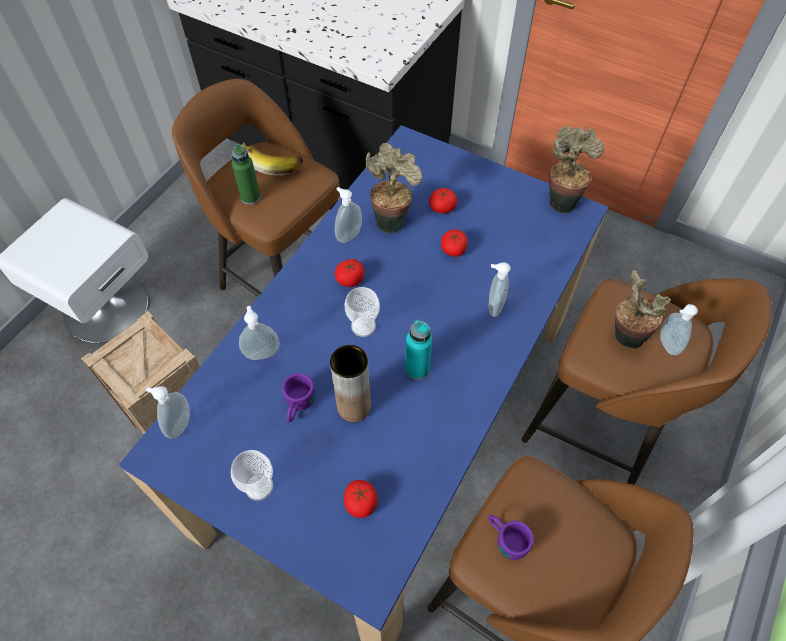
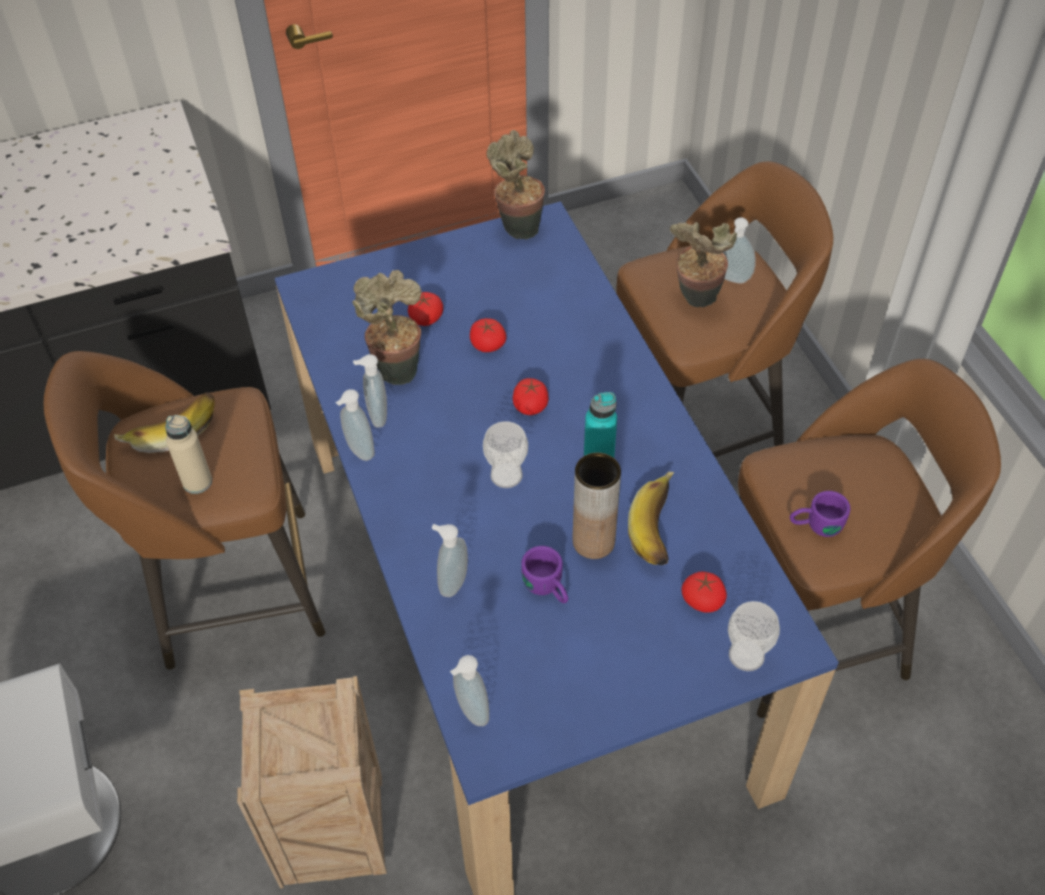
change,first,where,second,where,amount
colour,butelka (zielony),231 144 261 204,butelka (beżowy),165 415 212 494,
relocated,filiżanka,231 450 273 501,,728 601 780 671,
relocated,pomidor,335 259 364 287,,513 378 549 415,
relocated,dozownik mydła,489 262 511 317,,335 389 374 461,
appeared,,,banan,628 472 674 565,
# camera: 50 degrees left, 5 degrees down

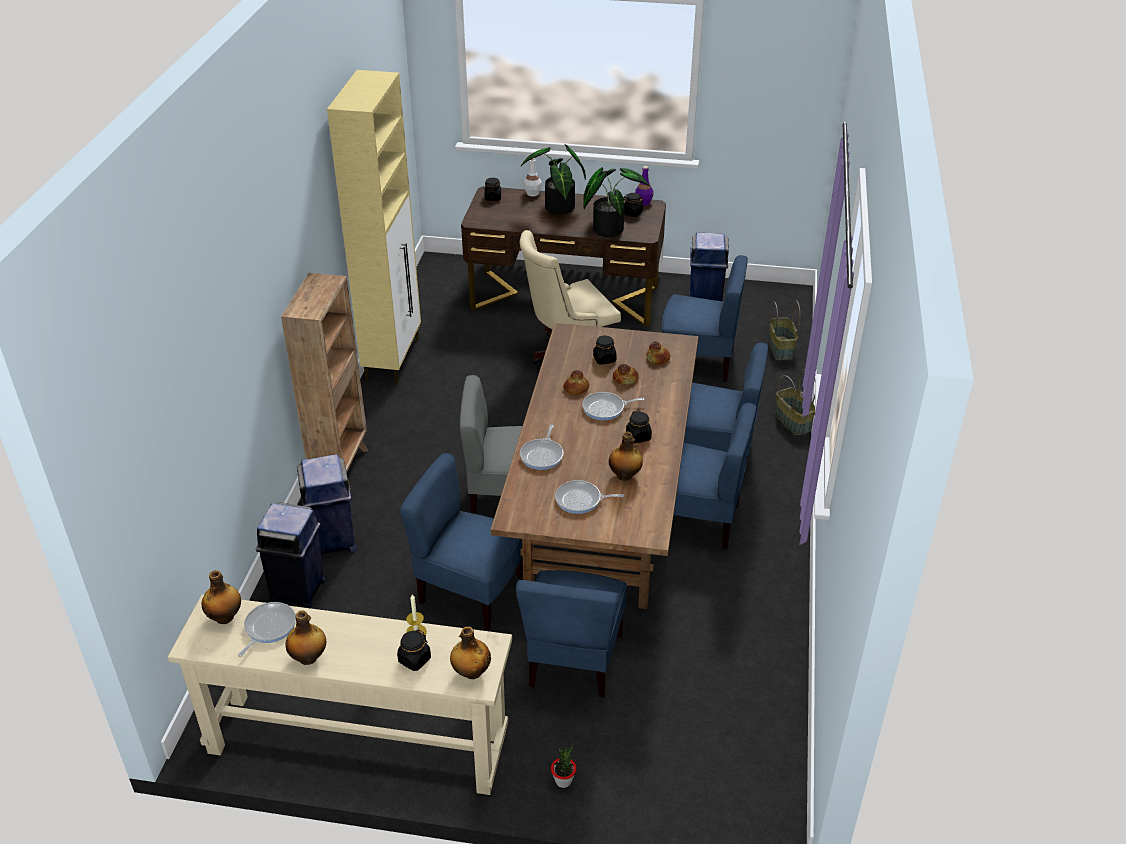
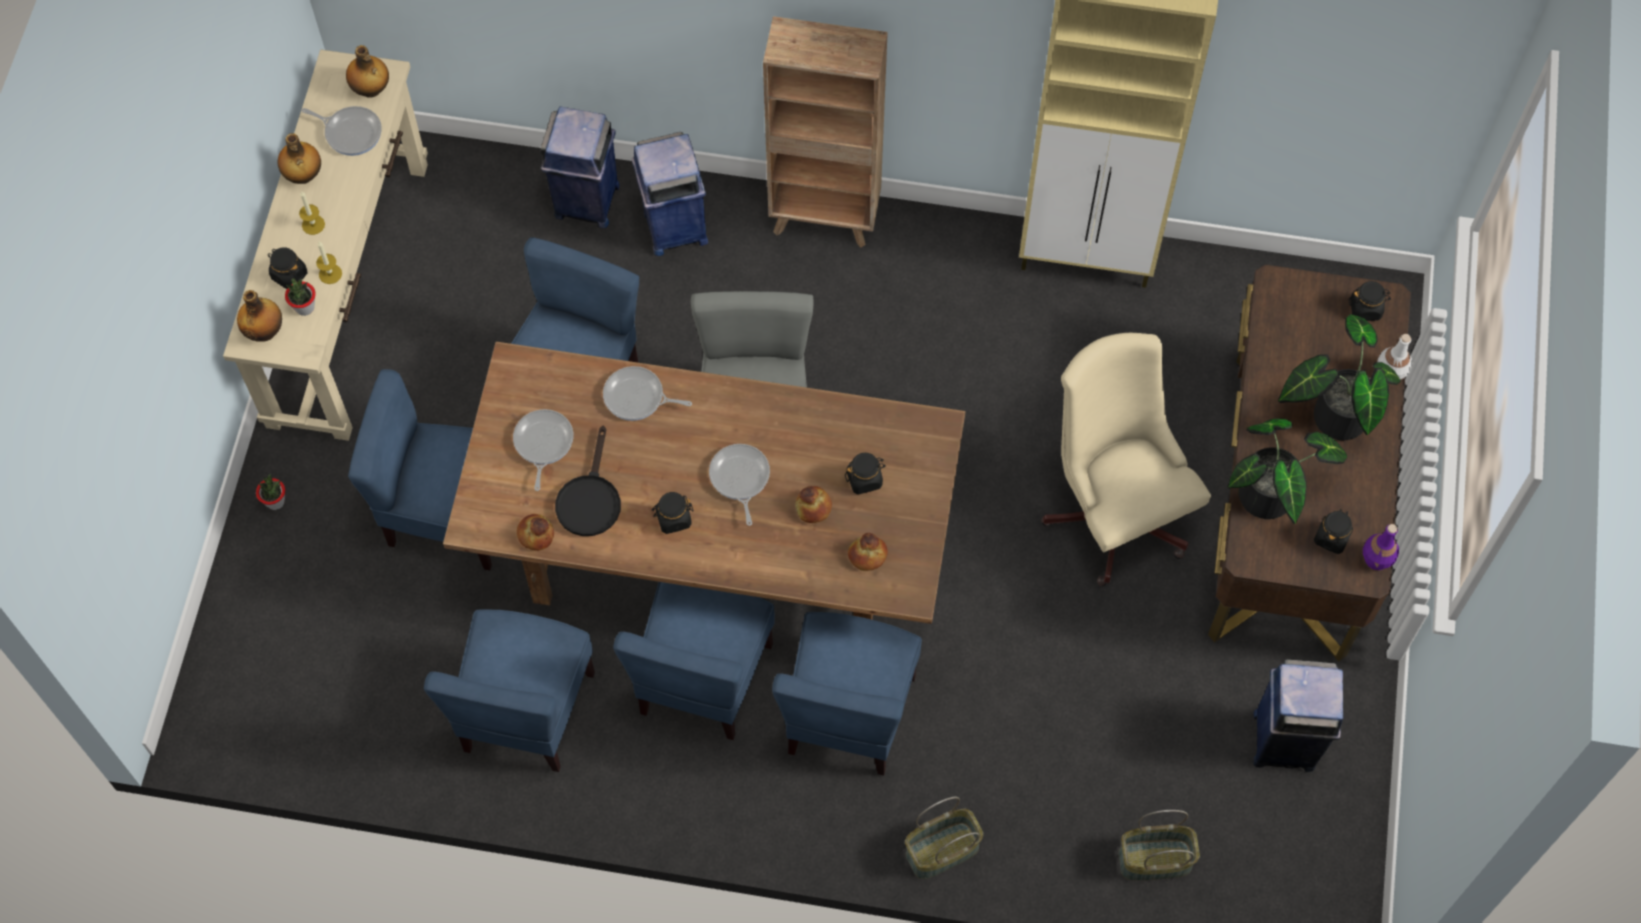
change,first,where,second,where,amount
relocated,chleb,563 370 589 395,,517 514 554 551,
exchanged,butelka,609 432 643 481,patelnia (czarny),555 426 621 536,
relocated,krzesło (niebieski),662 255 748 382,,424 609 595 772,
appeared,,,roślina doniczkowa,285 278 315 316,
appeared,,,świeca,299 191 325 235,
# camera: 90 degrees right, 25 degrees up

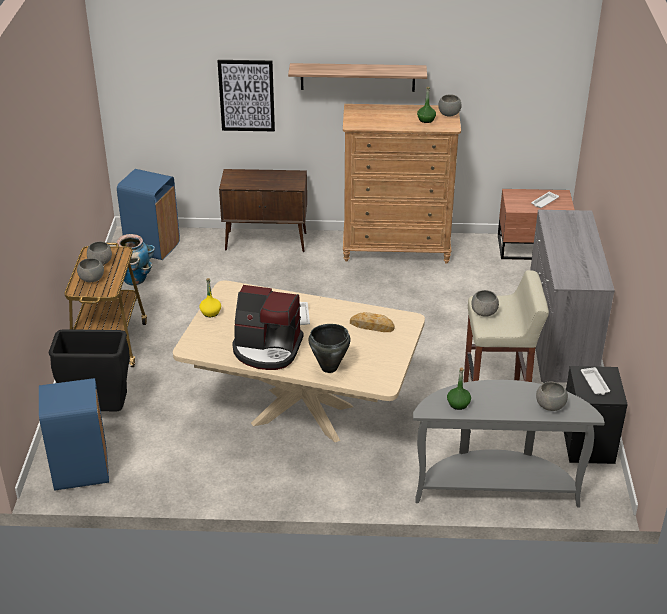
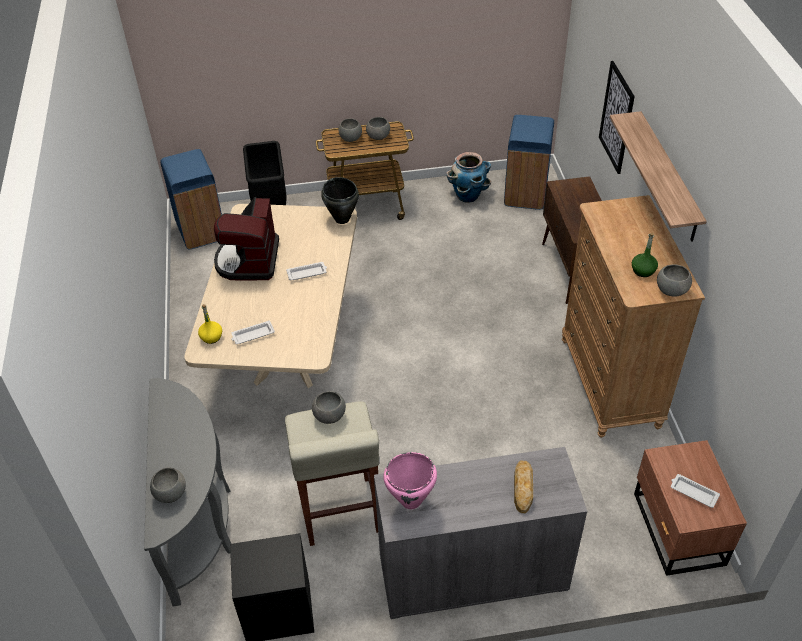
change,first,where,second,where,amount
relocated,butelka (żółty),199 278 221 317,,198 304 222 344,
relocated,garnek (czarny),308 324 351 373,,321 177 359 224,
relocated,chleb,350 312 395 332,,514 461 533 513,
missing,butelka (zielony),447 367 471 410,,,
relocated,taca (biały),581 367 610 395,,231 320 275 344,
appeared,,,garnek (różowy),383 452 437 509,
# camera: 80 degrees right, 10 degrees up

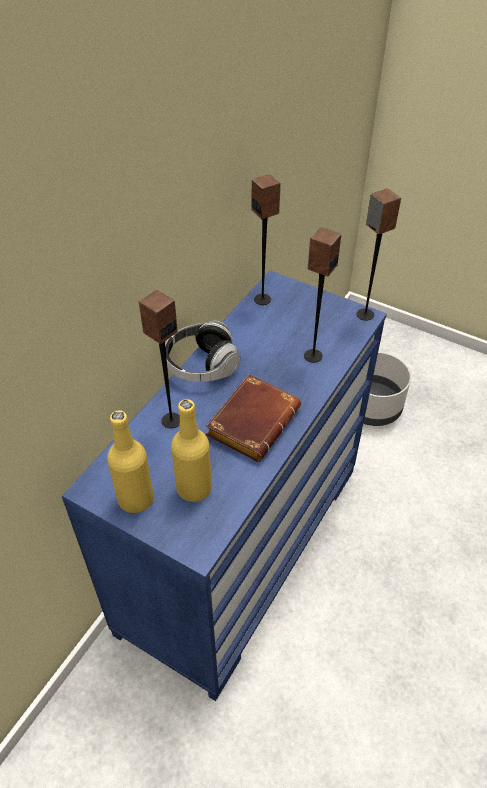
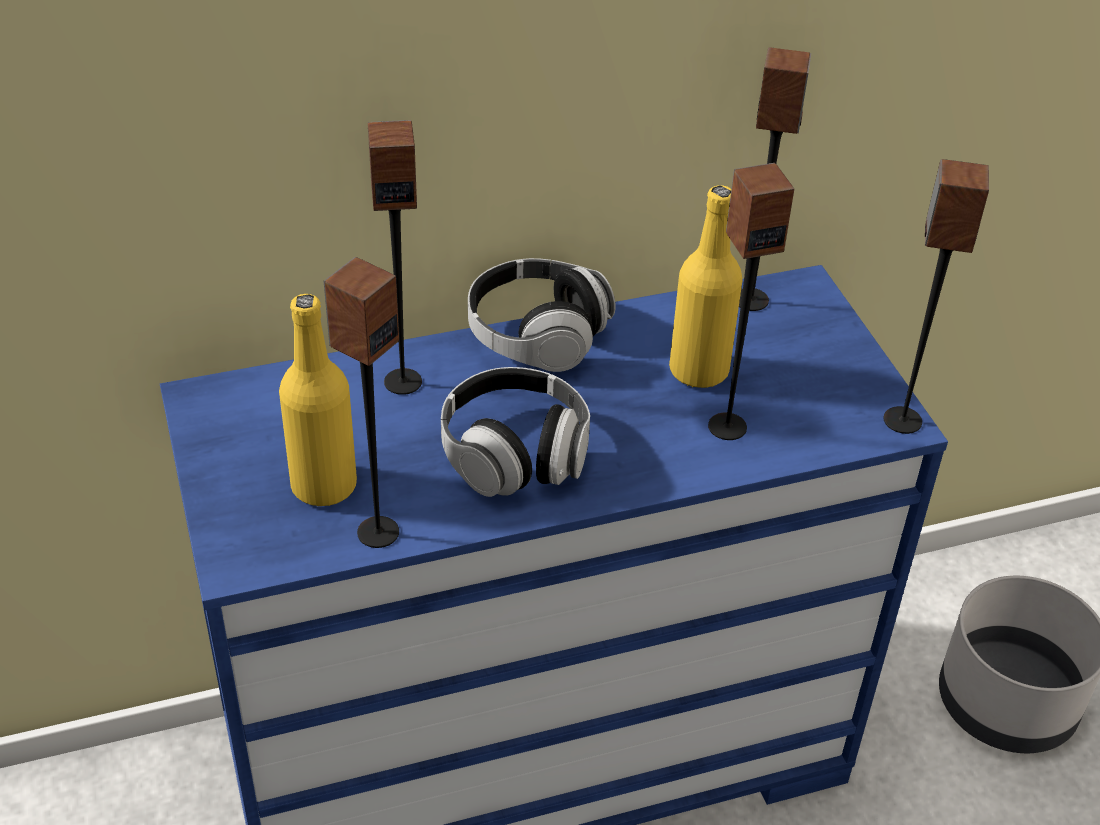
change,first,where,second,where,amount
relocated,butelka (żółty),107 410 154 513,,669 185 743 388,
exchanged,książka (brązowy),206 375 301 462,słuchawki,441 367 590 497,
appeared,,,głośnik,324 257 399 548,
# camera: 40 degrees right, 5 degrees down

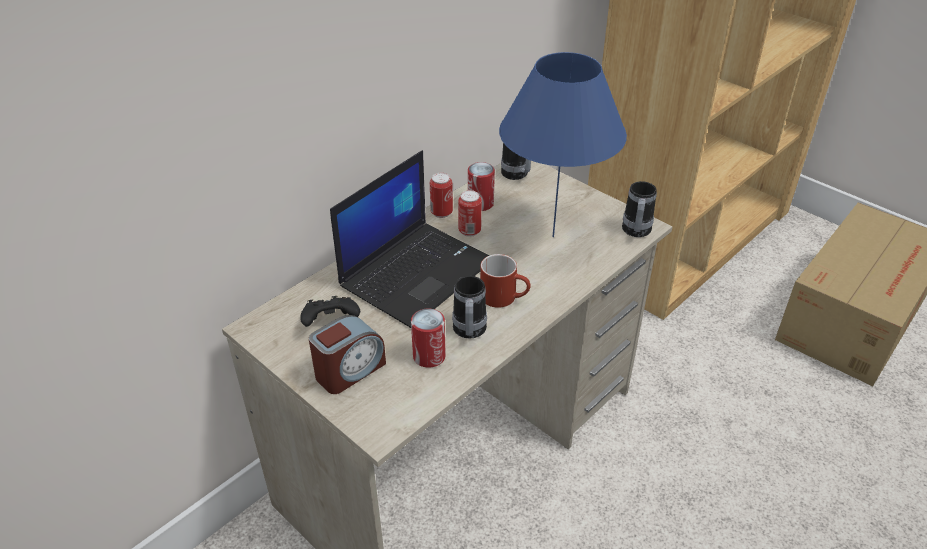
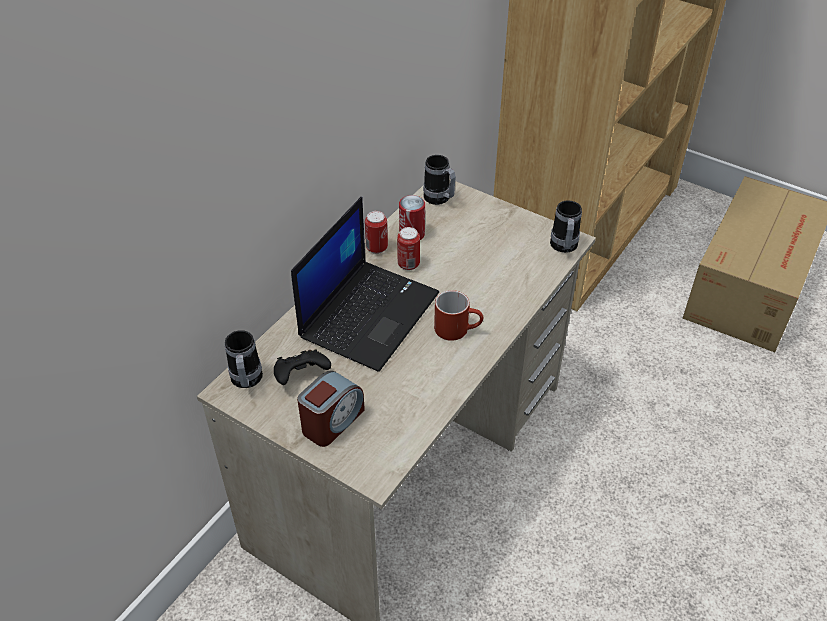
change,first,where,second,where,amount
missing,puszka,411 308 446 368,,,
relocated,kubek,452 276 487 339,,225 330 263 388,
missing,lampa stołowa (niebieski),499 52 627 237,,,
# camera: 10 degrees left, 5 degrees up

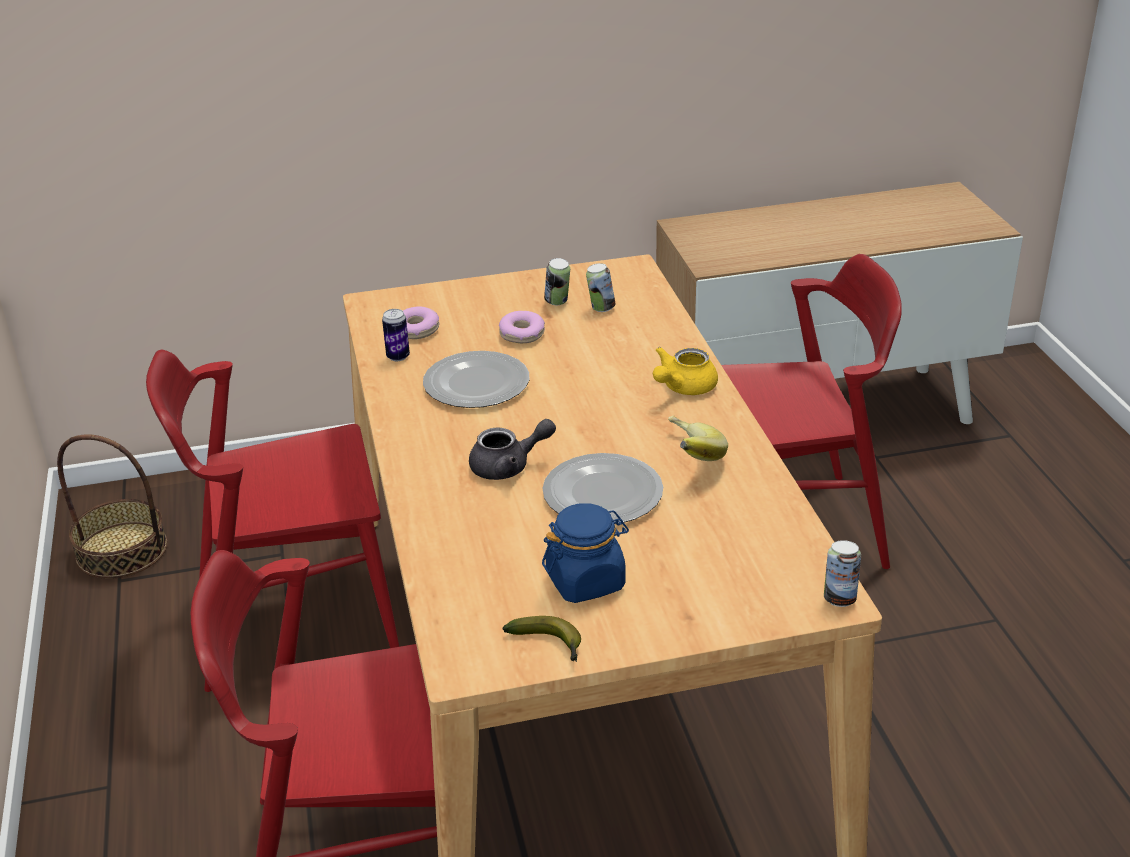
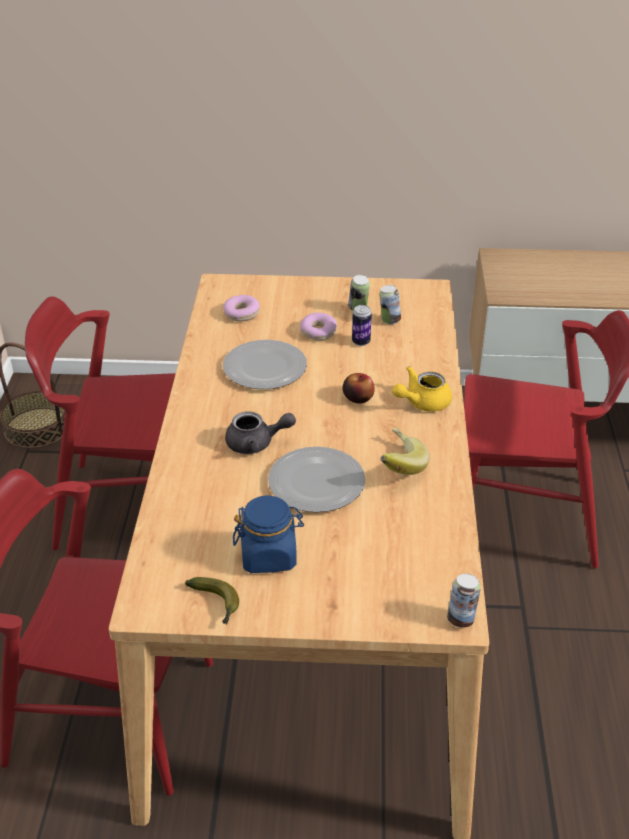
change,first,where,second,where,amount
relocated,puszka,382 309 410 361,,352 305 372 346,
appeared,,,jabłko,343 373 375 404,
# camera: 15 degrees right, 5 degrees up

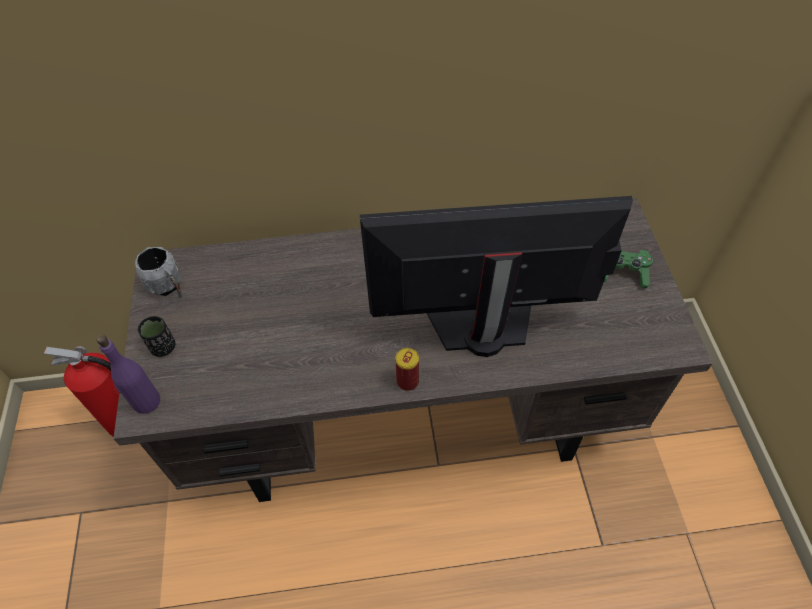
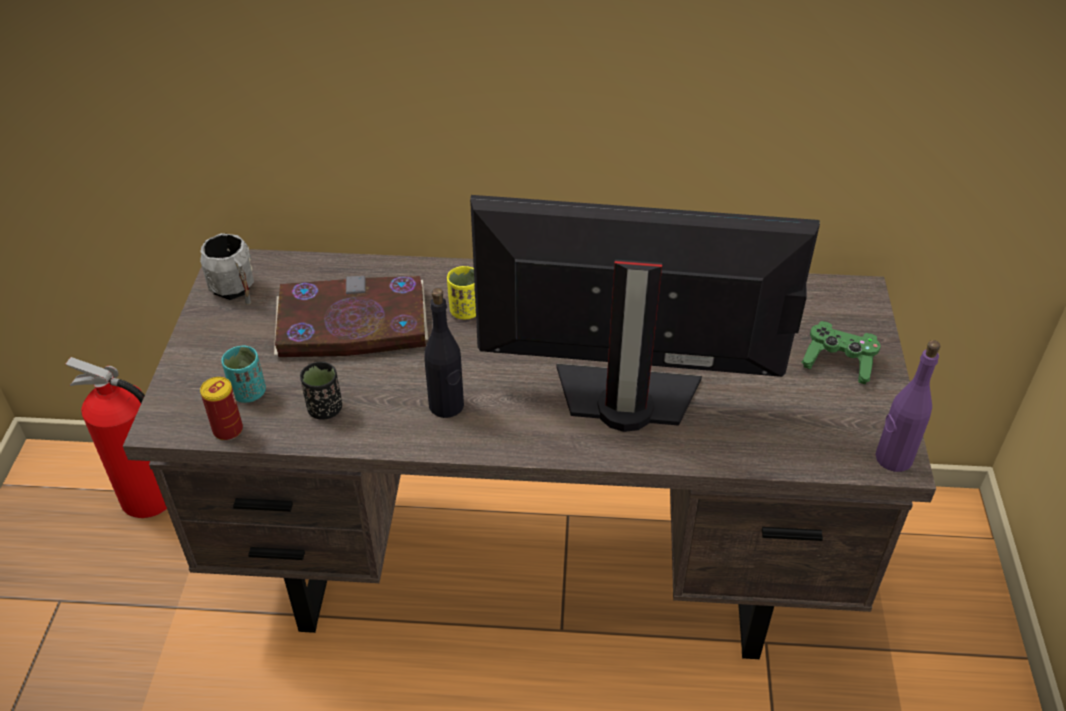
change,first,where,second,where,amount
relocated,butelka (fioletowy),97 335 160 414,,875 340 940 472,
relocated,filiżanka (czarny),138 316 176 357,,300 362 342 420,
relocated,puszka,395 348 419 391,,200 377 243 441,
appeared,,,filiżanka (turkusowy),221 346 266 403,
appeared,,,książka,274 276 428 357,
appeared,,,butelka (czarny),424 288 464 418,
appeared,,,filiżanka (żółty),447 266 476 319,
# camera: 10 degrees right, 10 degrees down

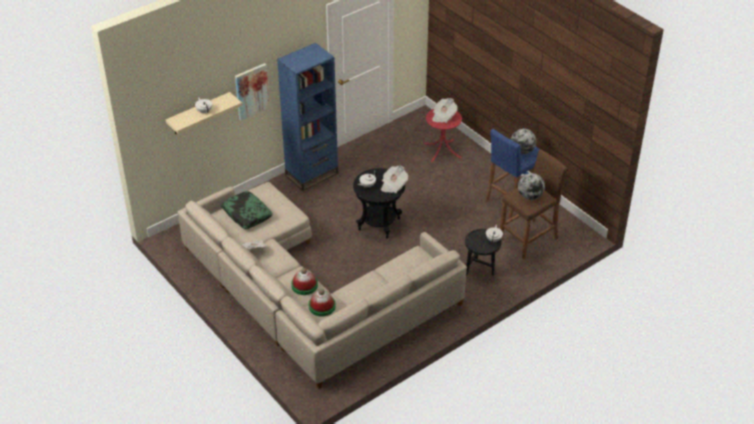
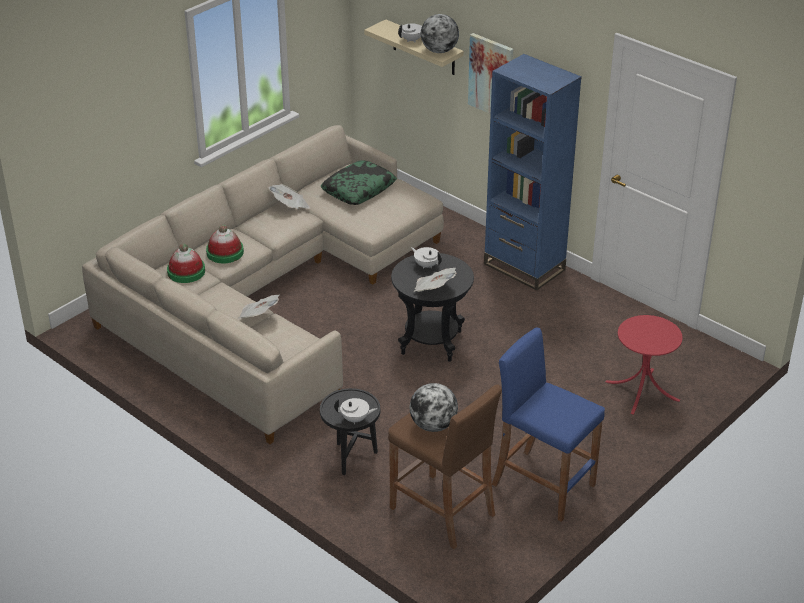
change,first,where,second,where,amount
relocated,gazeta,432 98 458 123,,238 294 280 319,
relocated,globus,511 129 536 154,,421 14 459 53,
# camera: 80 degrees right, 5 degrees down

